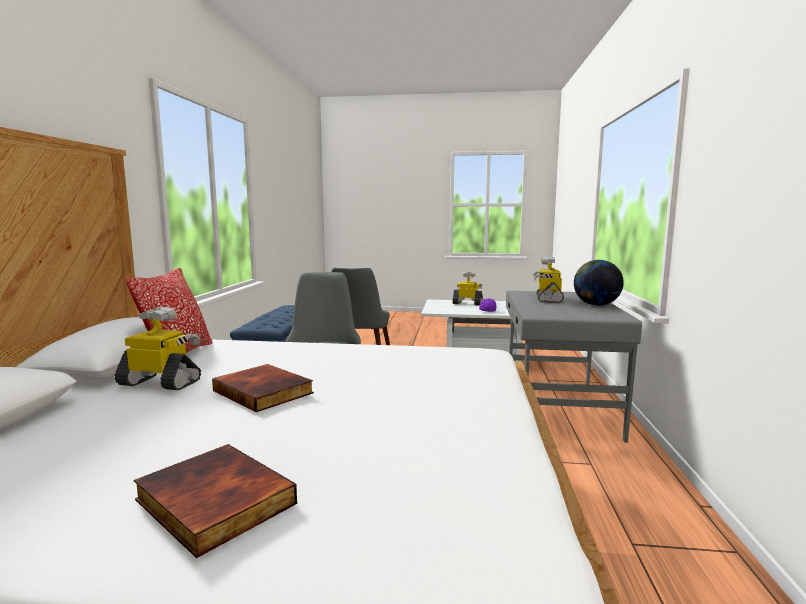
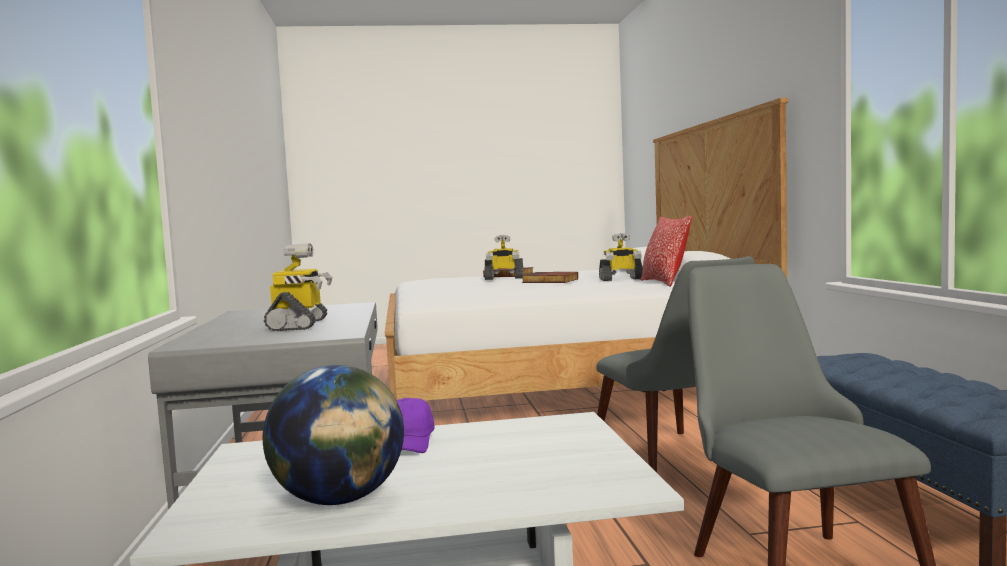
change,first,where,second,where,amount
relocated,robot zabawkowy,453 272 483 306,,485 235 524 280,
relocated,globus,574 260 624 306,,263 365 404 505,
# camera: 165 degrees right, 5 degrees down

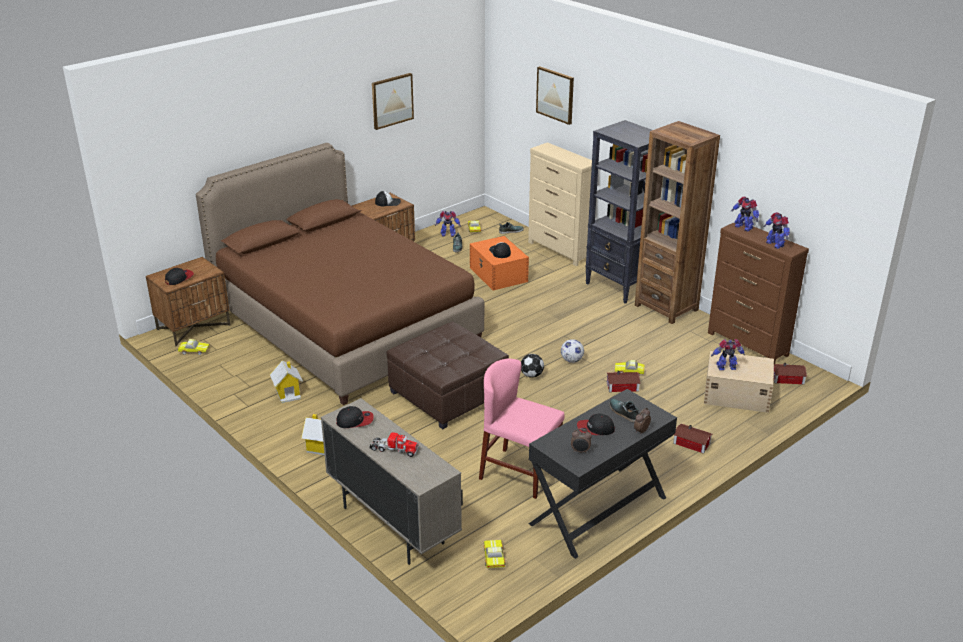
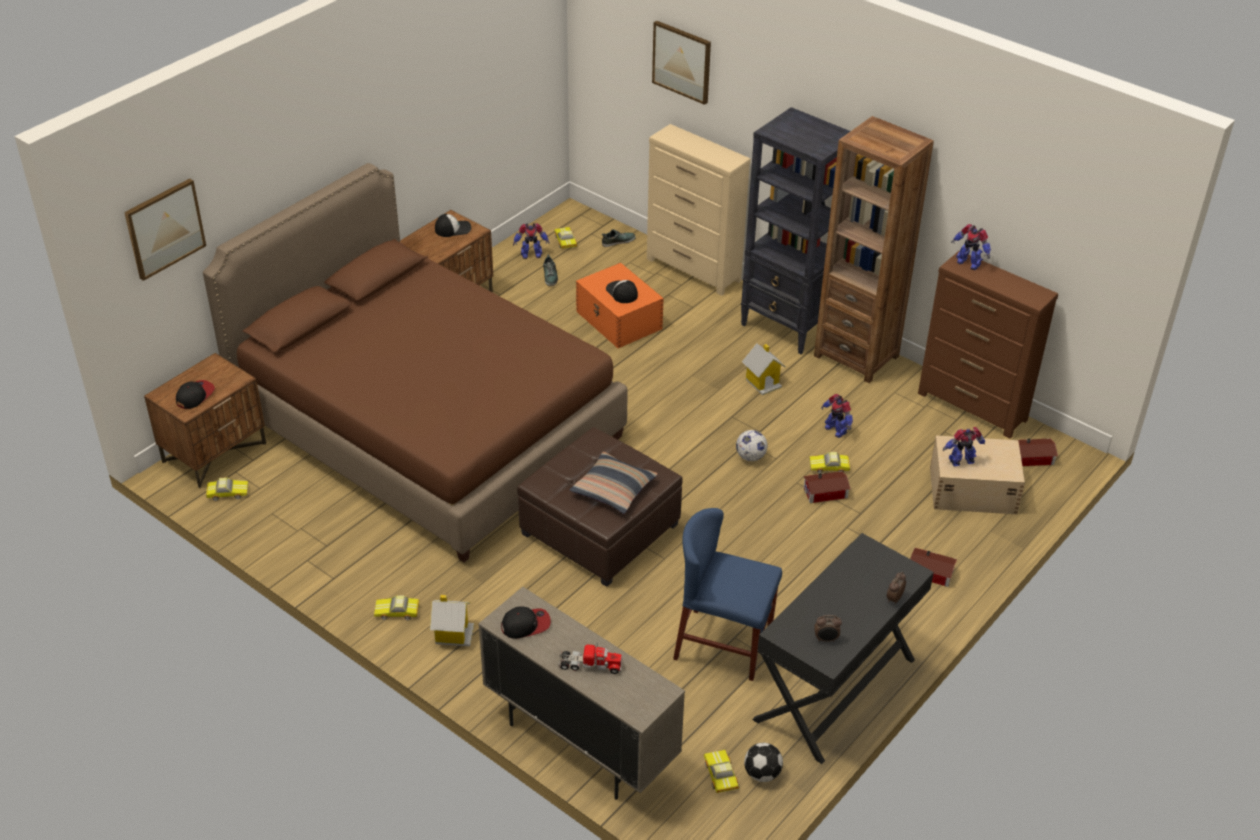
change,first,where,second,where,amount
relocated,domek,270 360 303 403,,742 343 786 395,
relocated,obraz,372 73 414 130,,124 178 206 281,
colour,krzesło (różowy),479 358 565 499,krzesło (niebieski),673 508 782 681,
relocated,piłka futbolowa,521 354 544 378,,744 743 783 782,
missing,czapka z daszkiem,577 414 615 435,,,
missing,but,609 399 639 423,,,
relocated,robot zabawkowy,764 212 790 249,,821 394 853 438,
appeared,,,samochodzik,374 595 419 620,
appeared,,,poduszka,569 452 658 514,
# camera: 10 degrees left, 10 degrees up

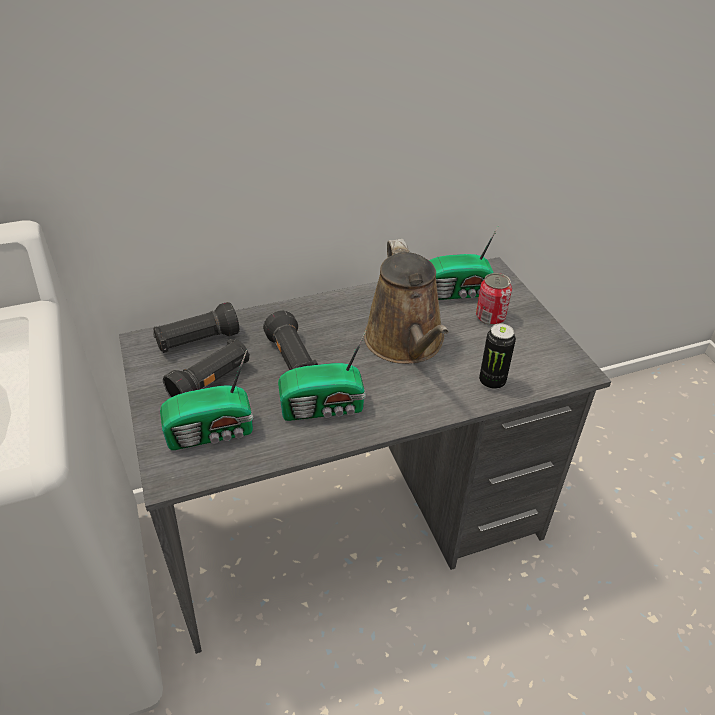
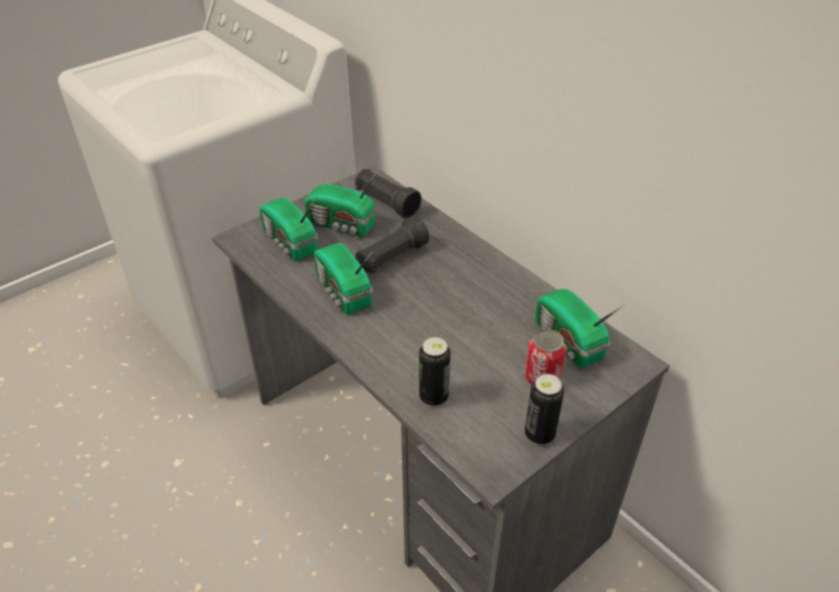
change,first,where,second,where,amount
exchanged,latarka (czarny),163 339 250 398,radio,304 169 379 237,
missing,konewka (brązowy),364 239 449 364,,,
appeared,,,puszka,525 374 564 445,
# camera: 70 degrees right, 0 degrees up

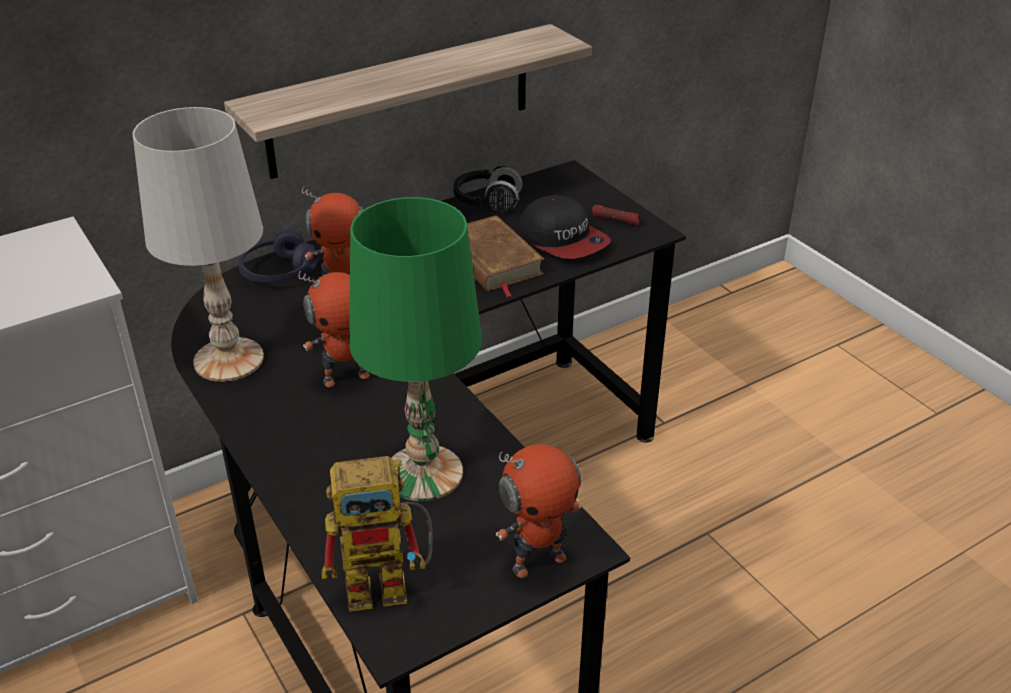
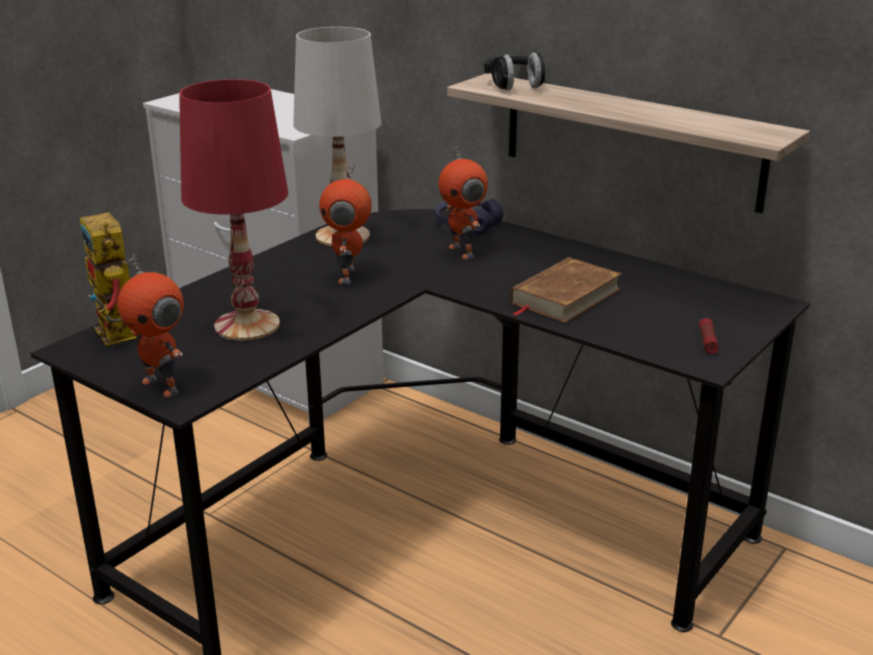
change,first,where,second,where,amount
spun,robot zabawkowy,298 271 370 387,,319 164 372 284,45 degrees clockwise
colour,lampa stołowa (zielony),349 197 482 501,lampa stołowa (czerwony),179 79 288 341,
relocated,słuchawki (czarny),453 166 523 213,,484 53 545 91,
missing,czapka z daszkiem,517 195 610 259,,,
# camera: 70 degrees right, 10 degrees down

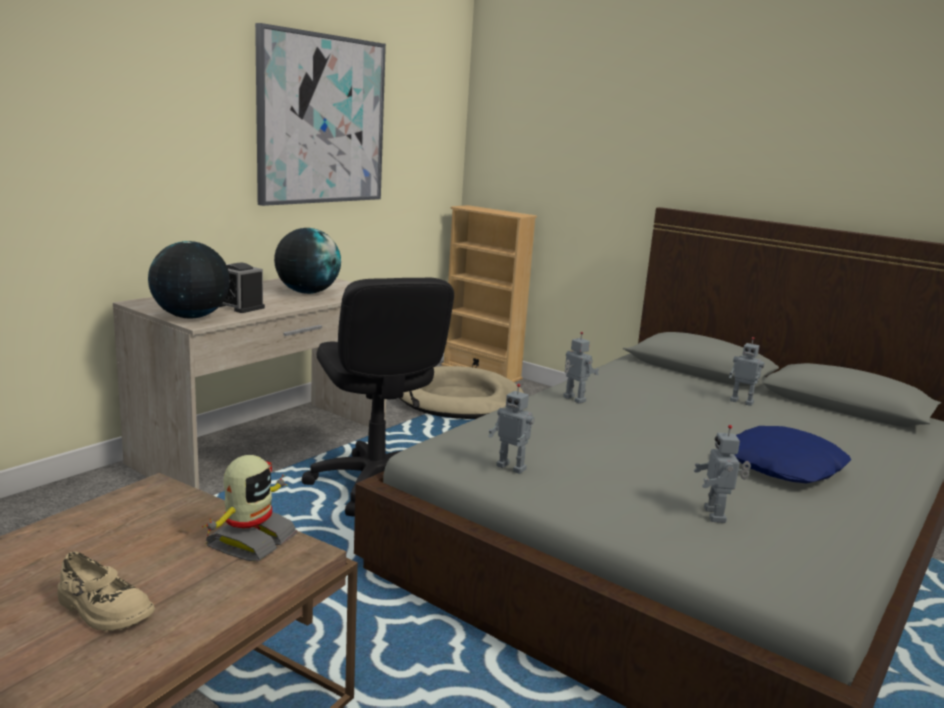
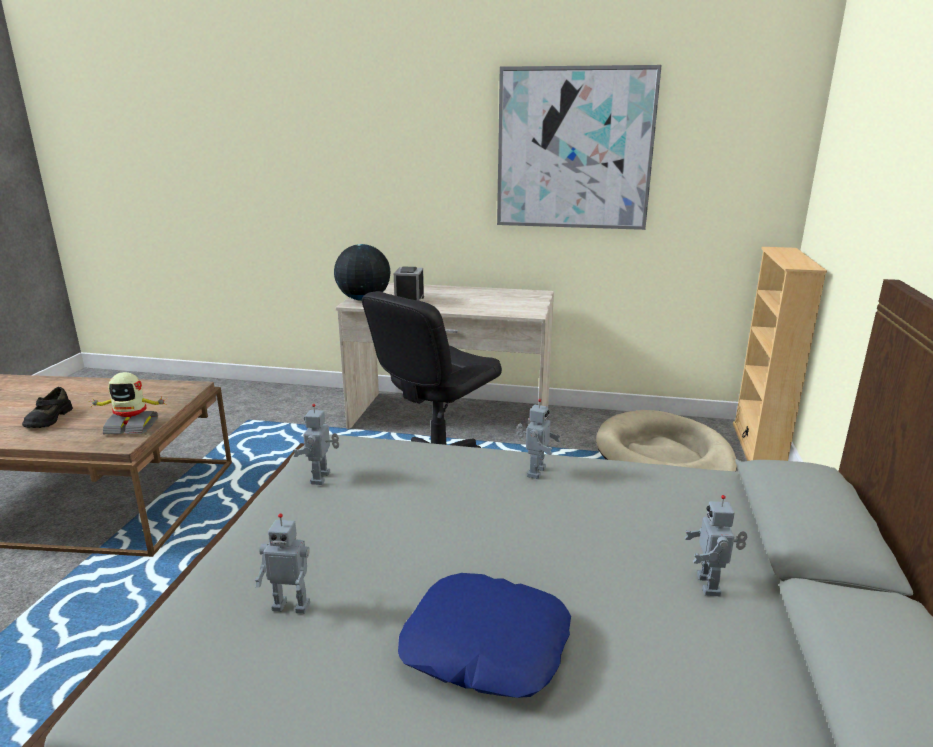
change,first,where,second,where,amount
colour,but (beżowy),57 552 155 631,but (czarny),22 387 73 428,
missing,globus,274 228 341 294,,,
spun,robot zabawkowy,693 425 751 523,,255 513 310 614,150 degrees counterclockwise
# camera: 65 degrees right, 5 degrees up

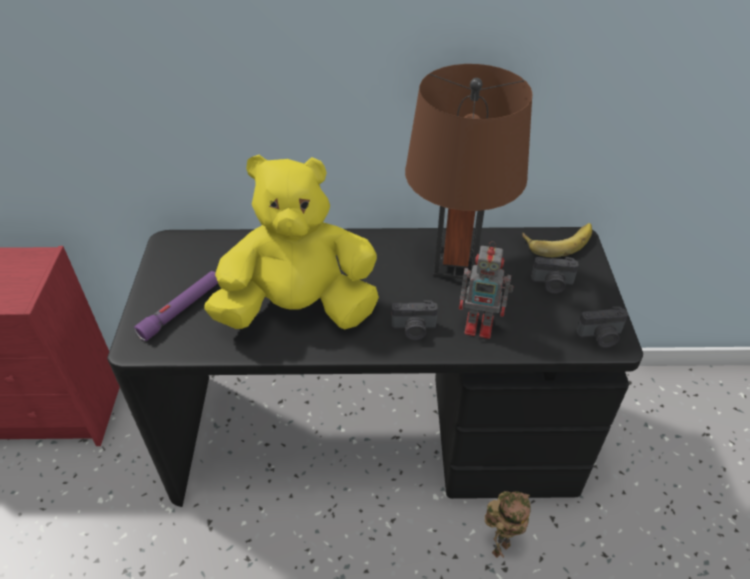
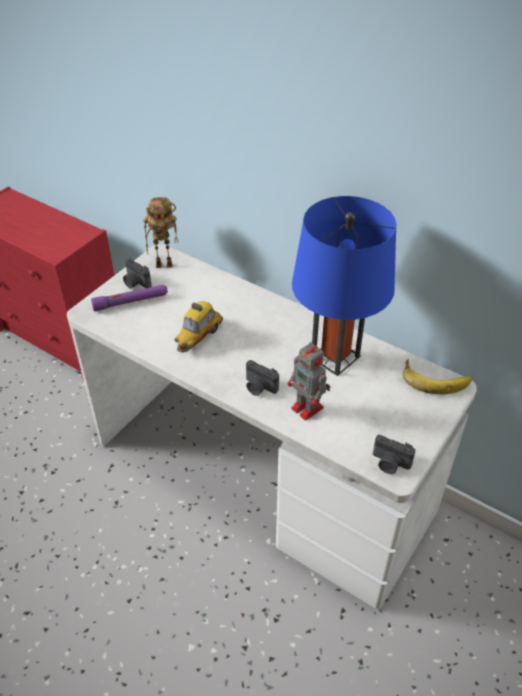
change,first,where,second,where,amount
colour,biurko (czarny),107 227 643 507,biurko (biały),67 245 477 609,
exchanged,pluszak (żółty),204 155 379 330,samochodzik,175 301 223 353,
colour,lampa stołowa (brązowy),405 64 533 280,lampa stołowa (niebieski),292 196 397 376,
relocated,robot zabawkowy,485 491 531 558,,143 197 178 268,
relocated,aparat fotograficzny,531 257 579 294,,123 258 152 289,
# camera: 35 degrees right, 0 degrees up

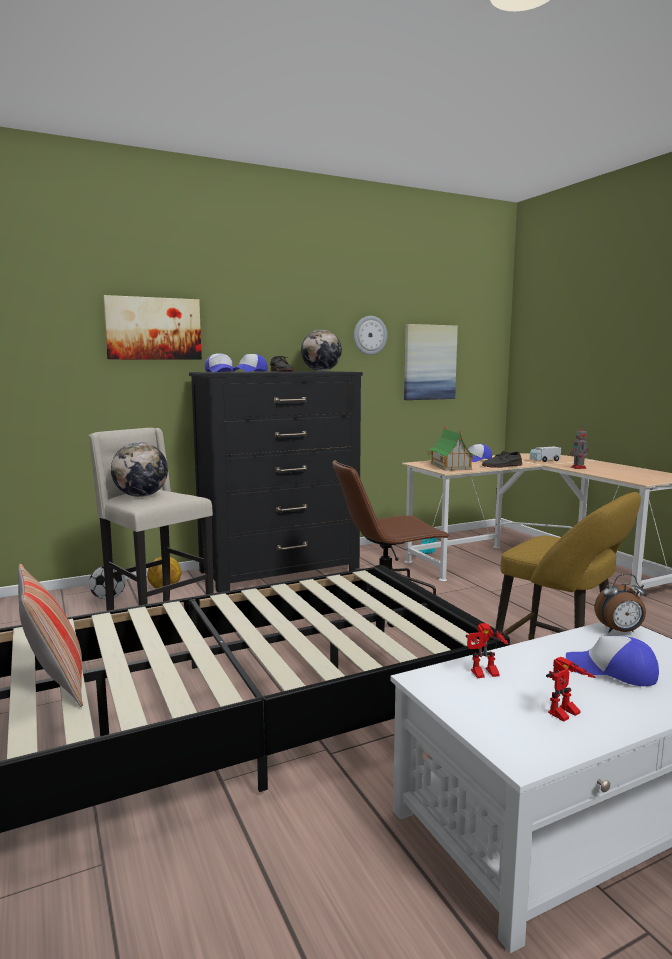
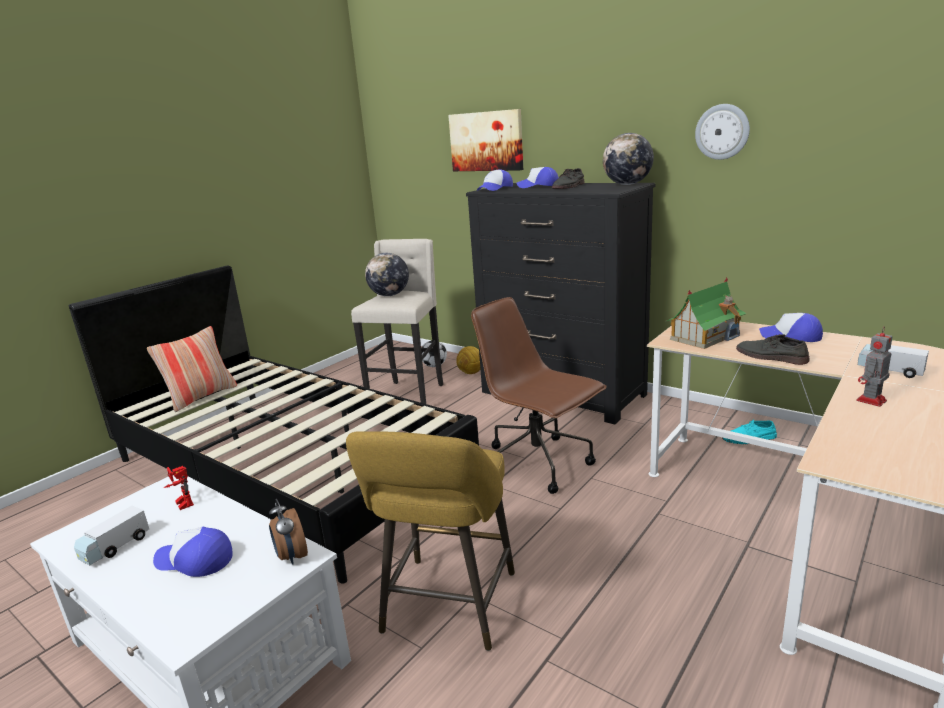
change,first,where,second,where,amount
missing,obraz,404 324 458 400,,,
exchanged,robot zabawkowy,546 657 596 722,ciężarówka zabawkowa,74 506 149 565,
spun,czapka z daszkiem,566 636 659 686,,153 527 233 577,75 degrees counterclockwise
# camera: 65 degrees right, 10 degrees up

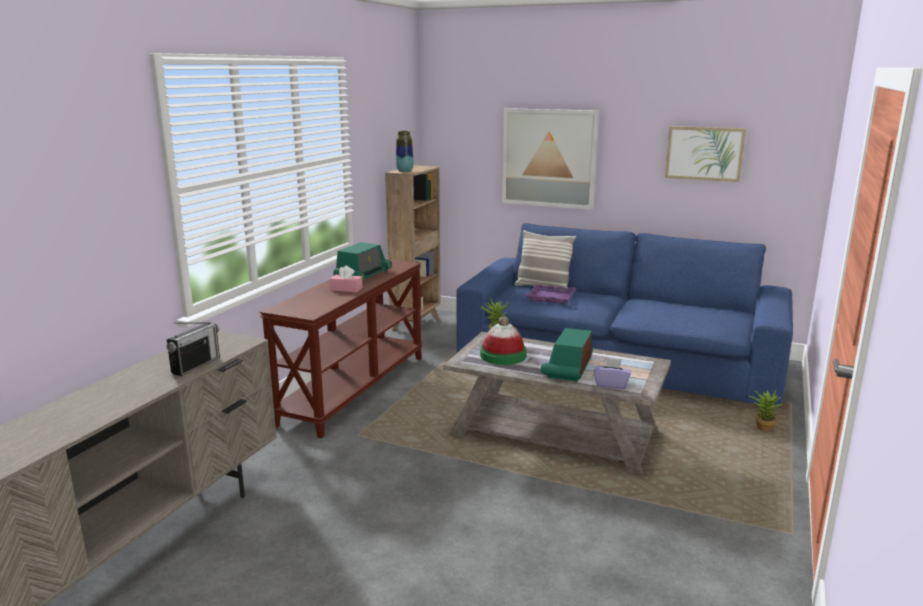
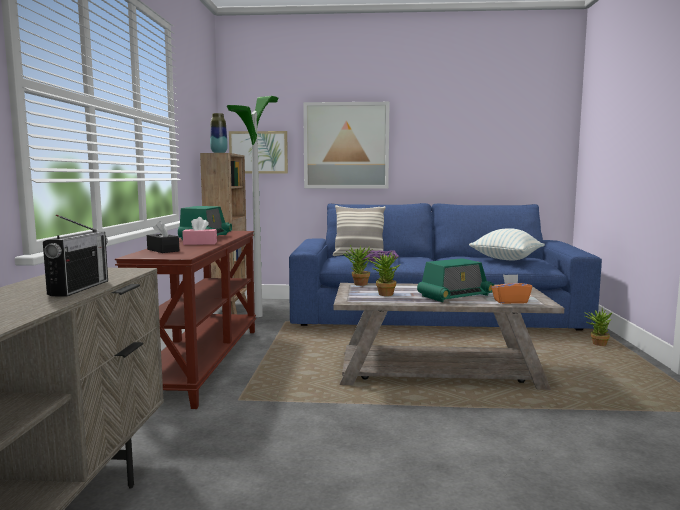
change,first,where,second,where,amount
exchanged,kapelusz,480 316 527 365,roślina doniczkowa,367 253 401 296,
spun,radio,541 328 593 382,,417 258 495 302,120 degrees counterclockwise
colour,pudełko chusteczek (fioletowy),594 357 631 389,pudełko chusteczek (pomarańczowy),491 274 532 304,
relocated,obraz,665 126 746 182,,229 131 288 174,
appeared,,,pudełko chusteczek (czarny),147 221 179 253,
appeared,,,lampa stojąca,227 96 278 317,
appeared,,,poduszka,469 228 545 260,
# camera: 20 degrees left, 10 degrees down

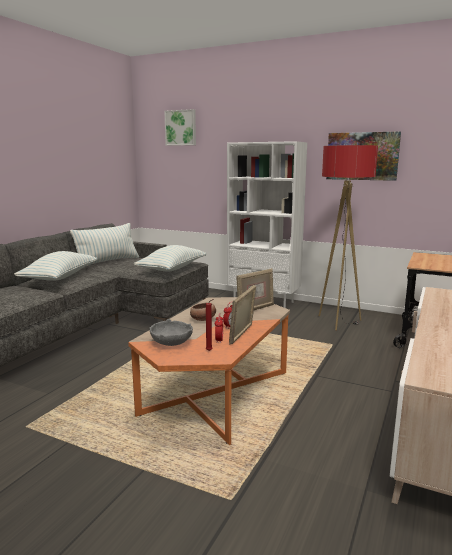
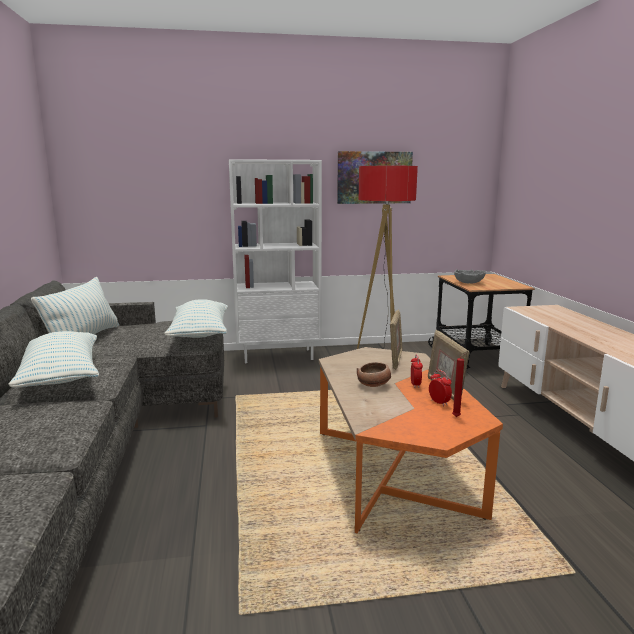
change,first,where,second,where,amount
relocated,miska (szary),149 319 193 346,,454 269 486 283,
missing,obraz,164 109 196 146,,,
# camera: 35 degrees left, 0 degrees up

